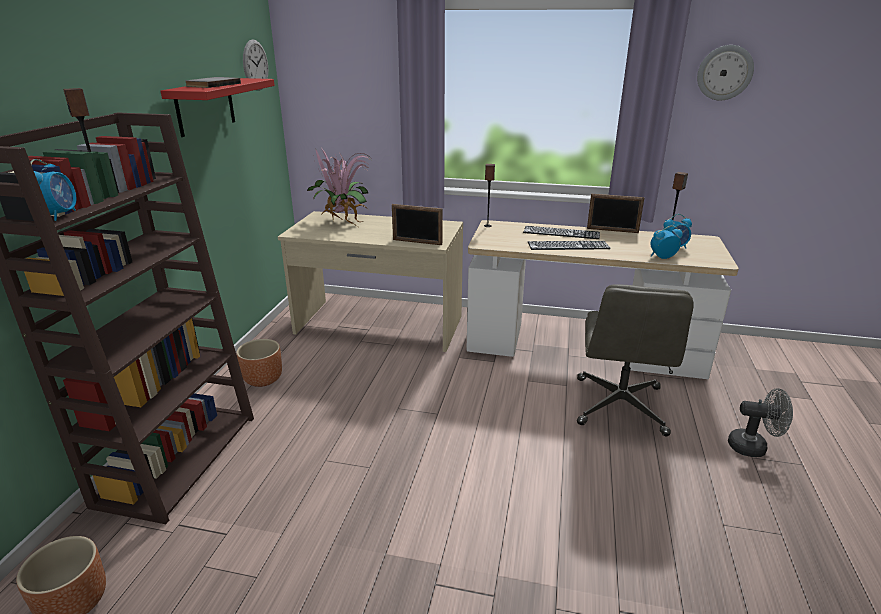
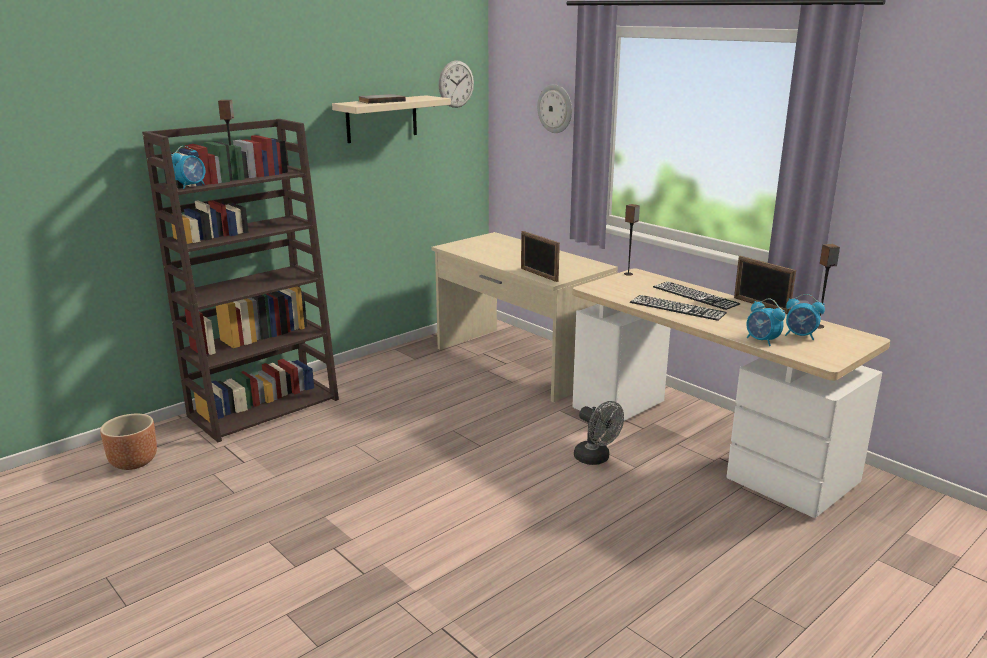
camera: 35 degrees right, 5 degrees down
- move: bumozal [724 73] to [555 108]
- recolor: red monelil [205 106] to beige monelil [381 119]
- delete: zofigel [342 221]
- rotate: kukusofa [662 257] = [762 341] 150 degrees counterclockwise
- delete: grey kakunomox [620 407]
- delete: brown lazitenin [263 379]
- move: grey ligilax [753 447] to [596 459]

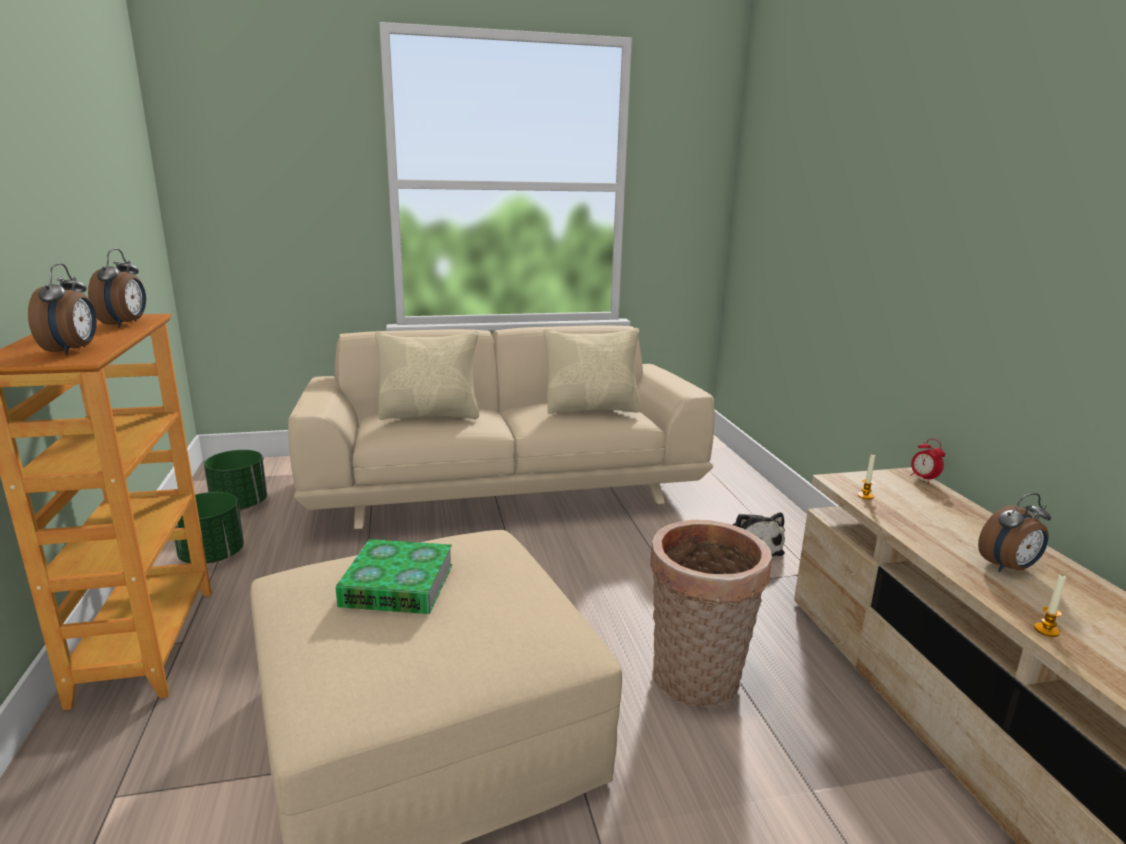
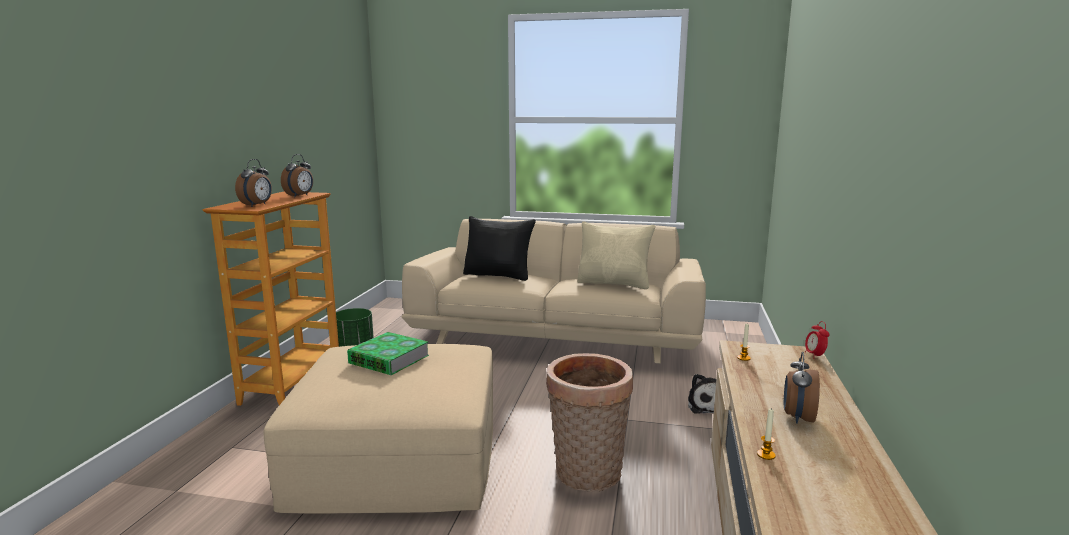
camera: 25 degrees right, 5 degrees down
- recolor: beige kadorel [430 415] to black kadorel [498 275]
- delete: green lazitenin [240 505]
- rotate: kukusofa [1009 568] = [797 417] 105 degrees clockwise

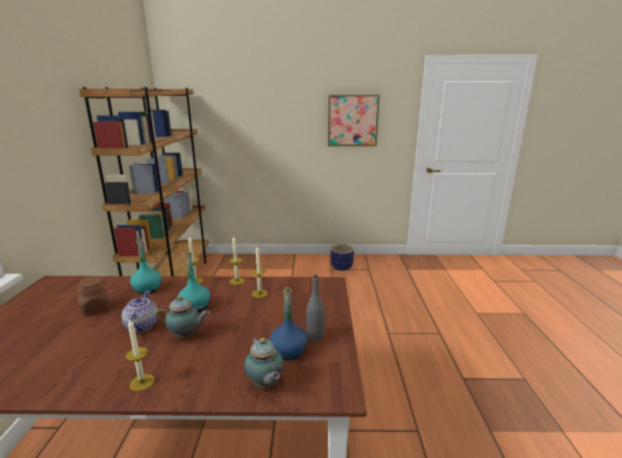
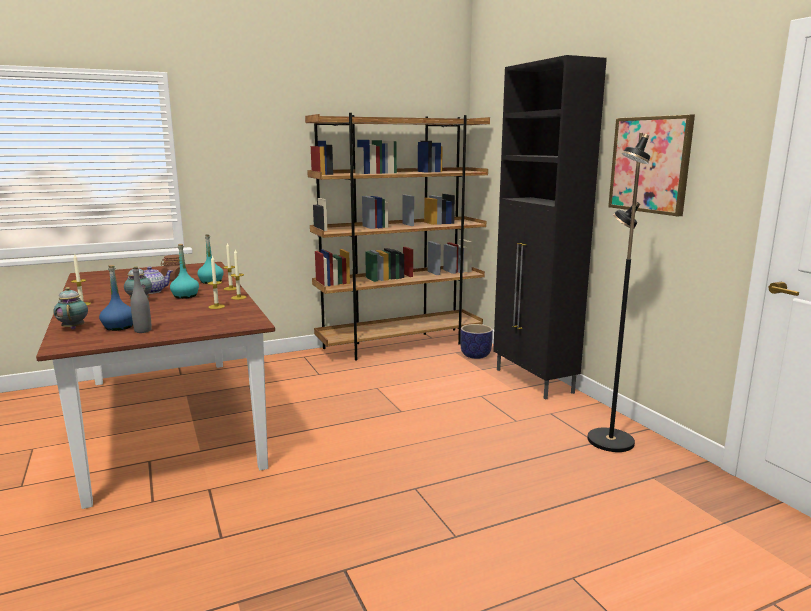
camera: 65 degrees right, 5 degrees down
- move: lazitenin [341 267] to [476 355]
- rotate: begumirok [265 385] = [74 328] 120 degrees clockwise
- insert: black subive [534 381]
- insert: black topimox [609 441]

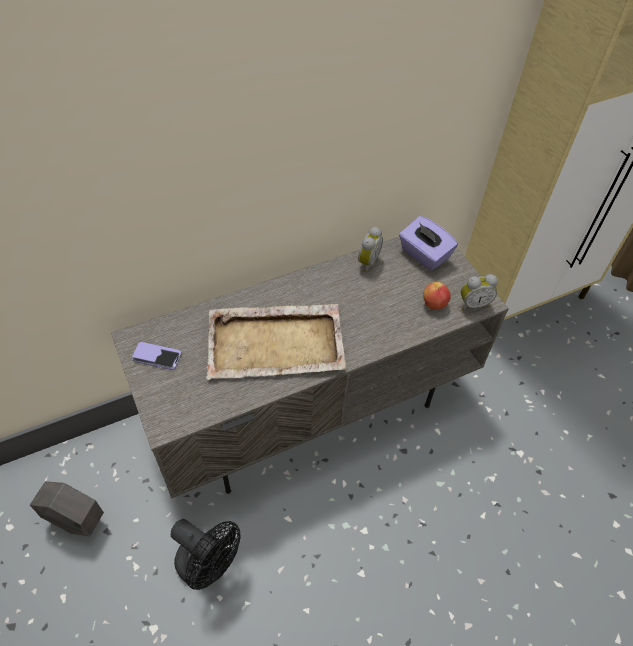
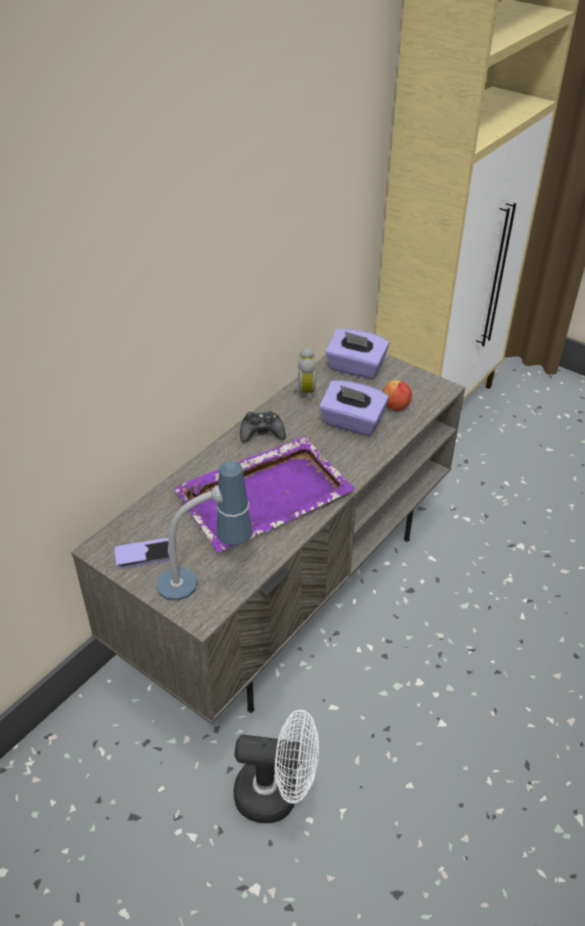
camera: 25 degrees left, 10 degrees down
- delete: kukusofa [473 304]
- recolor: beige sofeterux [277 344] to purple sofeterux [266 495]
- delete: grey lazitenin [77 521]
- recolor: black ligilax [209 566] to white ligilax [277 794]
- insert: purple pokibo [352 423]
- insert: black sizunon [262 432]
- insert: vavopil [205 581]

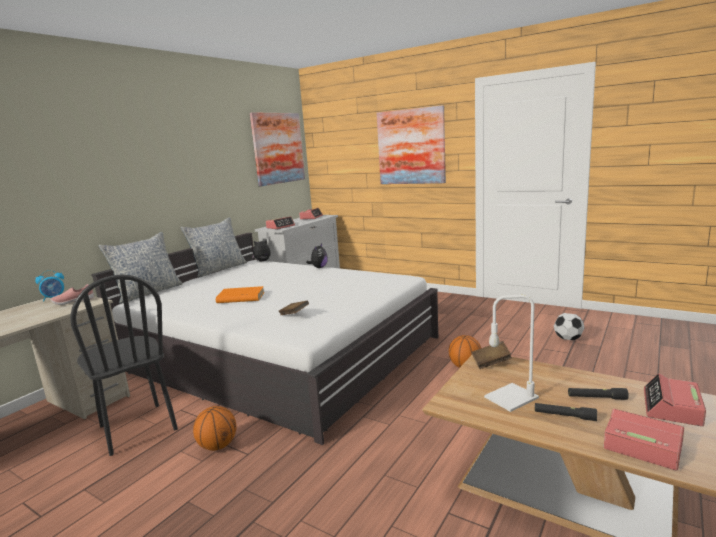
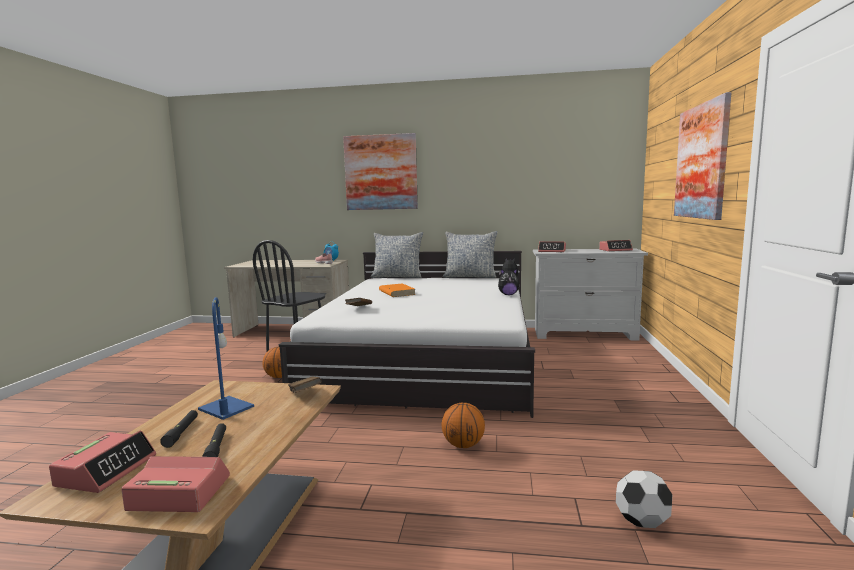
camera: 65 degrees right, 5 degrees down
- move: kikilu [278 148] to [381 172]
- recolor: white vavopil [511 397] to blue vavopil [227 408]

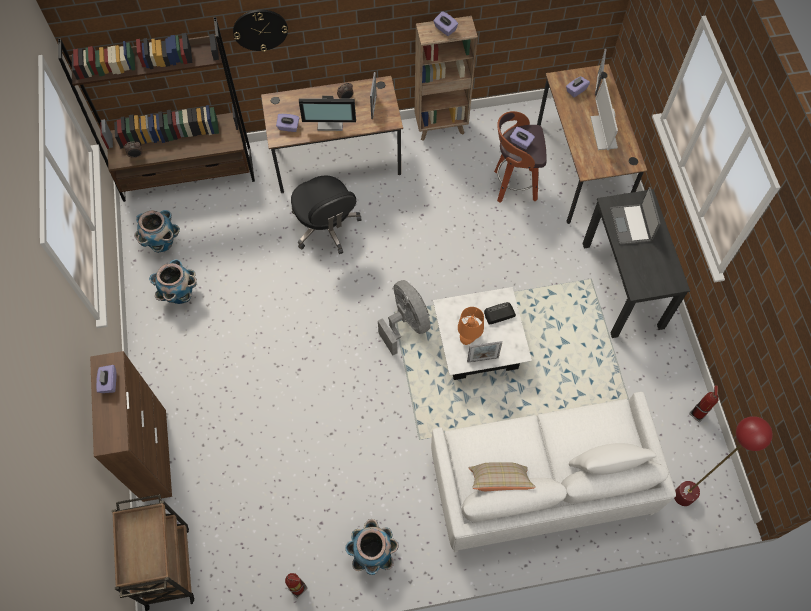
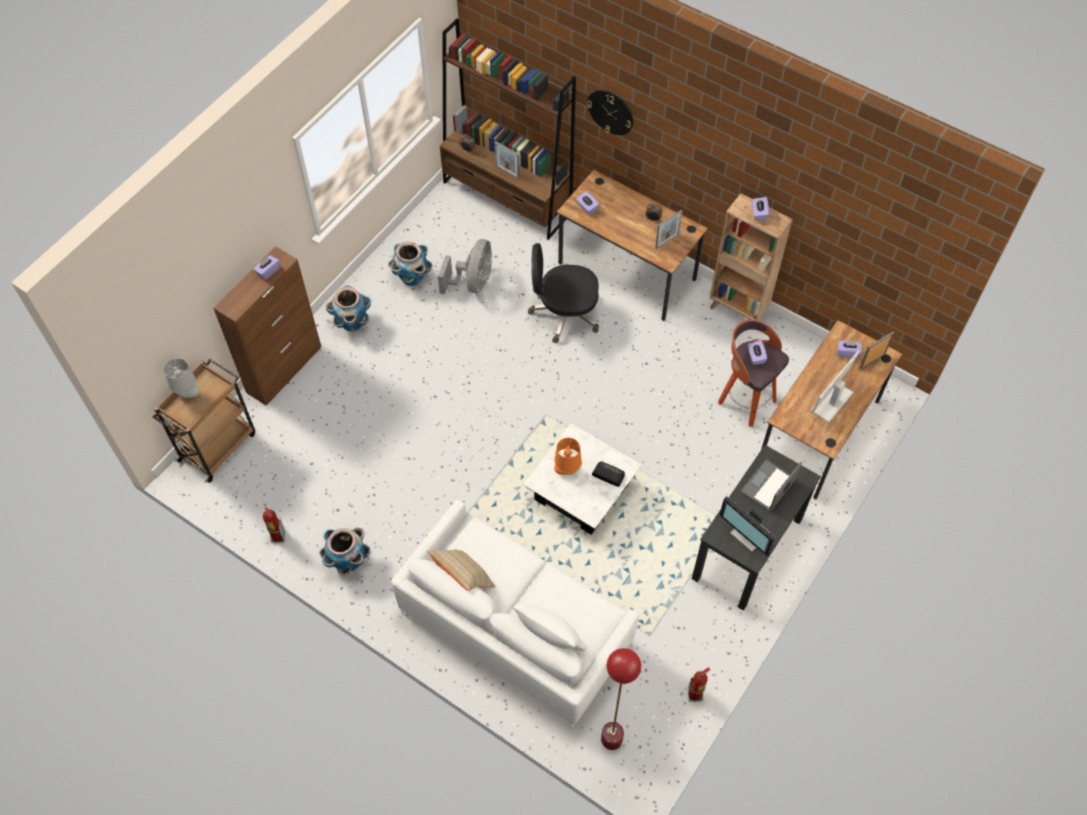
camera: 45 degrees right, 5 degrees down
- move: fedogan [331 122] to [749 535]
- rotate: black kakunomox [326 226] = [564 313] 75 degrees clockwise
- move: lazitenin [162 243] to [352 323]
- move: grey ligilax [406 324] to [472 282]
- move: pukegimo [482 359] to [507 171]
- insert: grey vavopil [187 394]

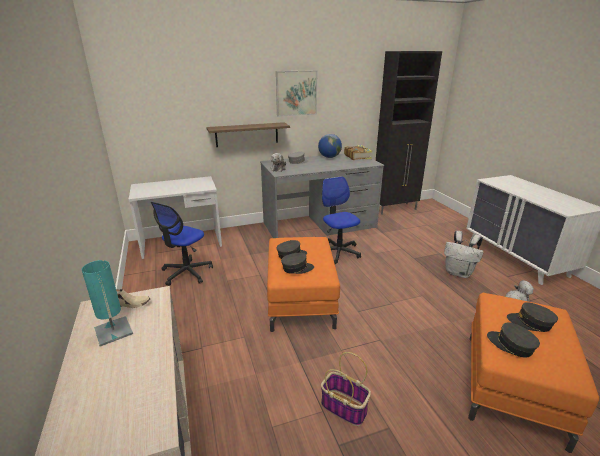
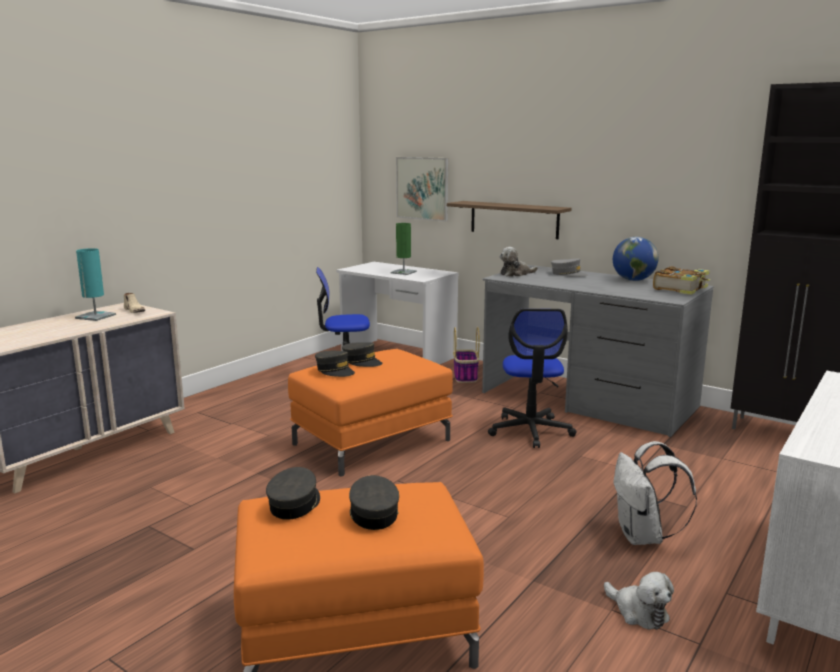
camera: 55 degrees right, 10 degrees down
- move: kikilu [296 93] to [422 188]
- rotate: kakunomox [338 252] = [530 431] 150 degrees clockwise
- move: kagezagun [345 408] to [465 377]
- insert: green vavopil [403 272]

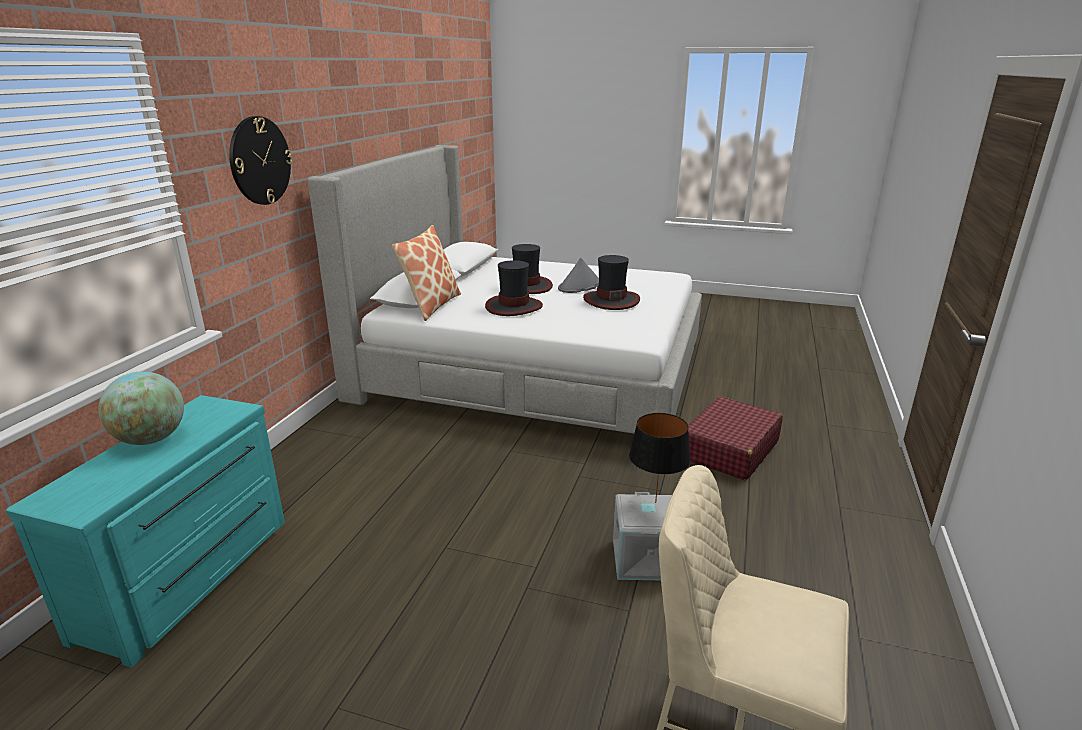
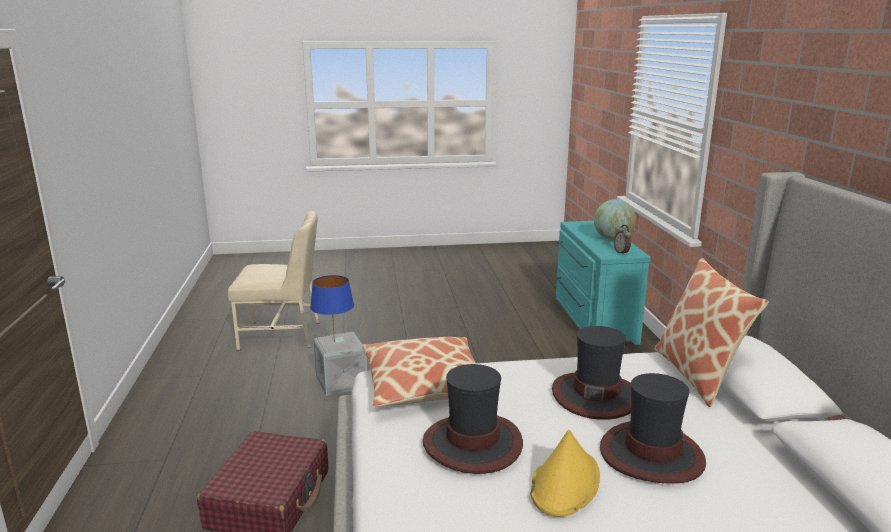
camera: 155 degrees right, 5 degrees down
- delete: bumozal [260 161]
- recolor: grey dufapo [580 286] to yellow dufapo [565 483]
- recolor: black vavopil [656 502] to blue vavopil [333 341]
- insert: kukusofa [622 252]
- insert: kadorel [424 385]

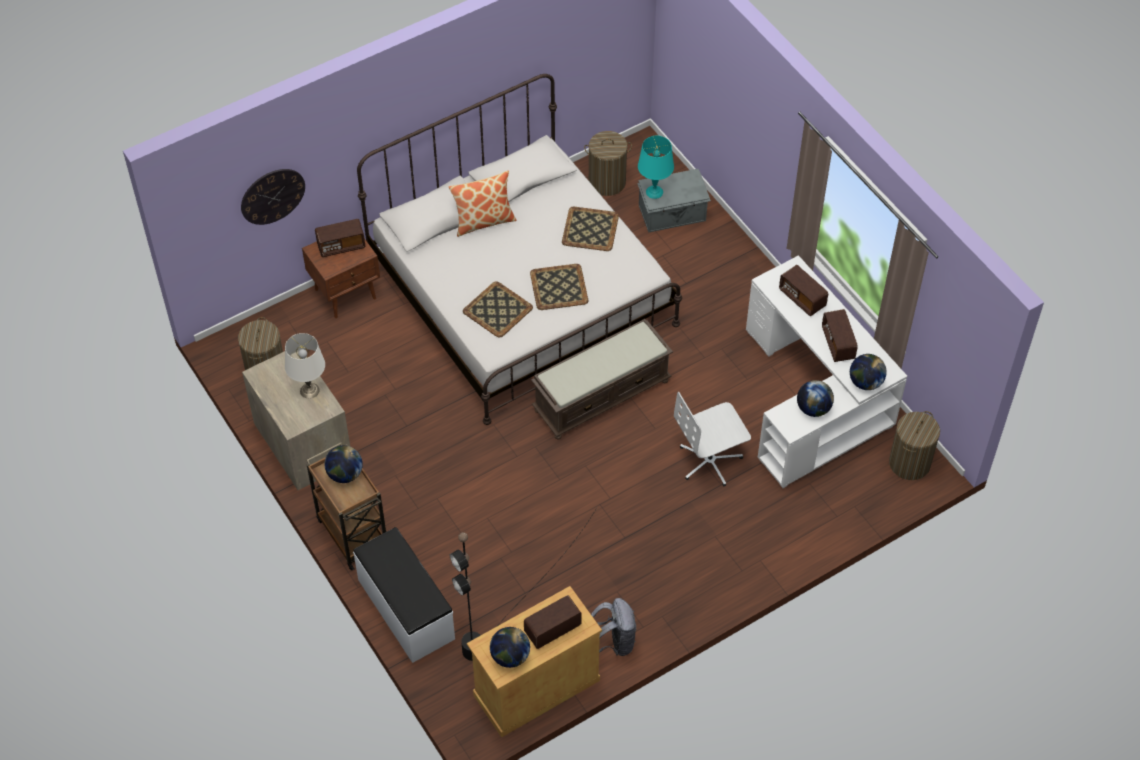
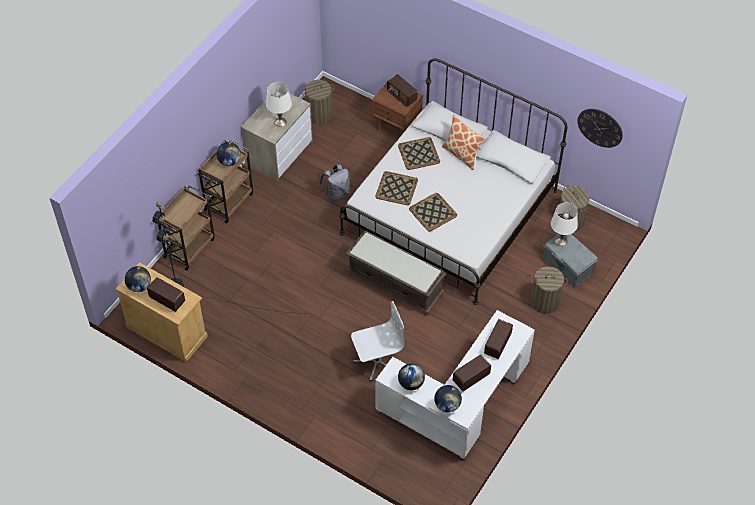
camera: 65 degrees right, 0 degrees up
- recolor: turquoise vavopil [654 192] to white vavopil [560 241]
- move: bumozal [272 196] to [600 127]
- move: sofeterux [590 229] to [419 153]
- rotate: white kakunomox [710 461] = [376 361] 120 degrees clockwise
- move: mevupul [909 463] to [544 302]
- replace: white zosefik [405 609] to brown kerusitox [190 247]
- move: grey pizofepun [614 642] to [336 194]

